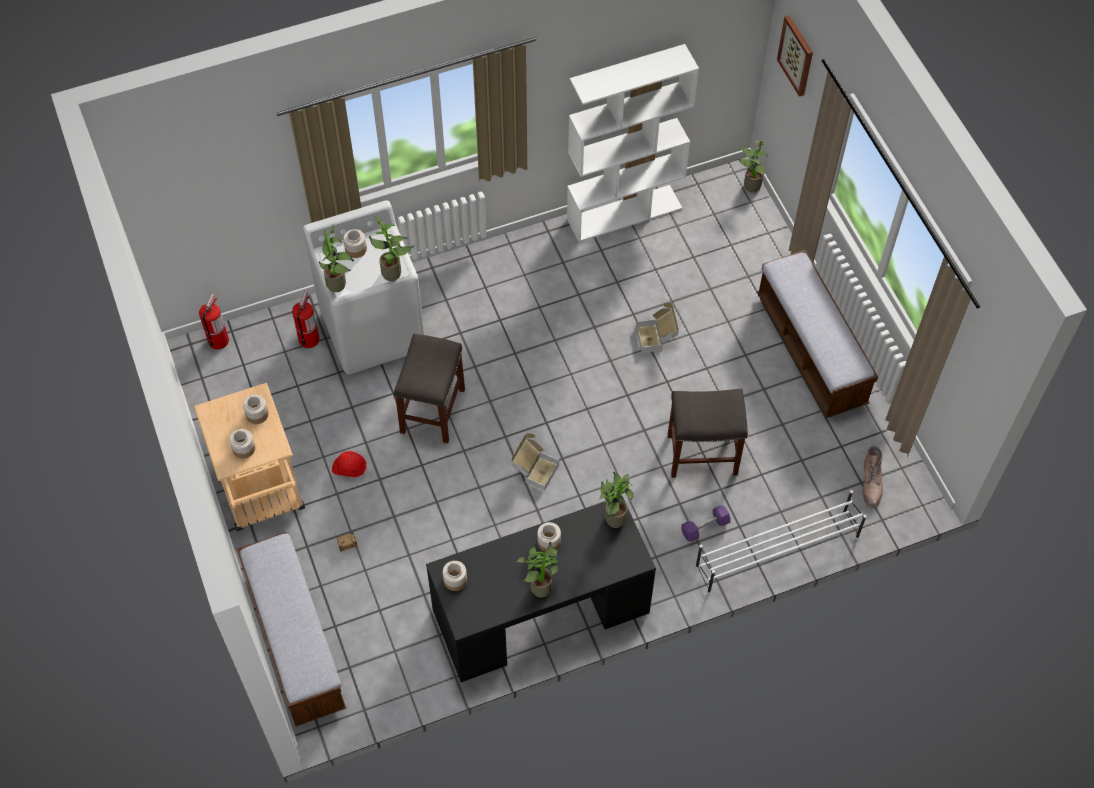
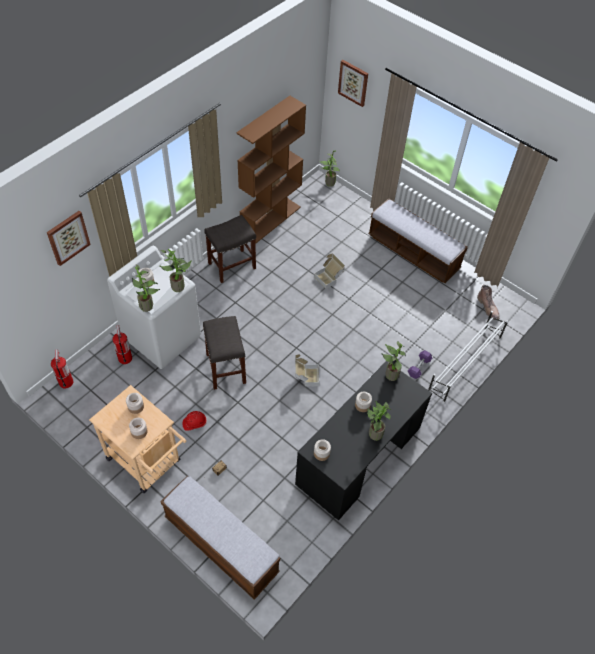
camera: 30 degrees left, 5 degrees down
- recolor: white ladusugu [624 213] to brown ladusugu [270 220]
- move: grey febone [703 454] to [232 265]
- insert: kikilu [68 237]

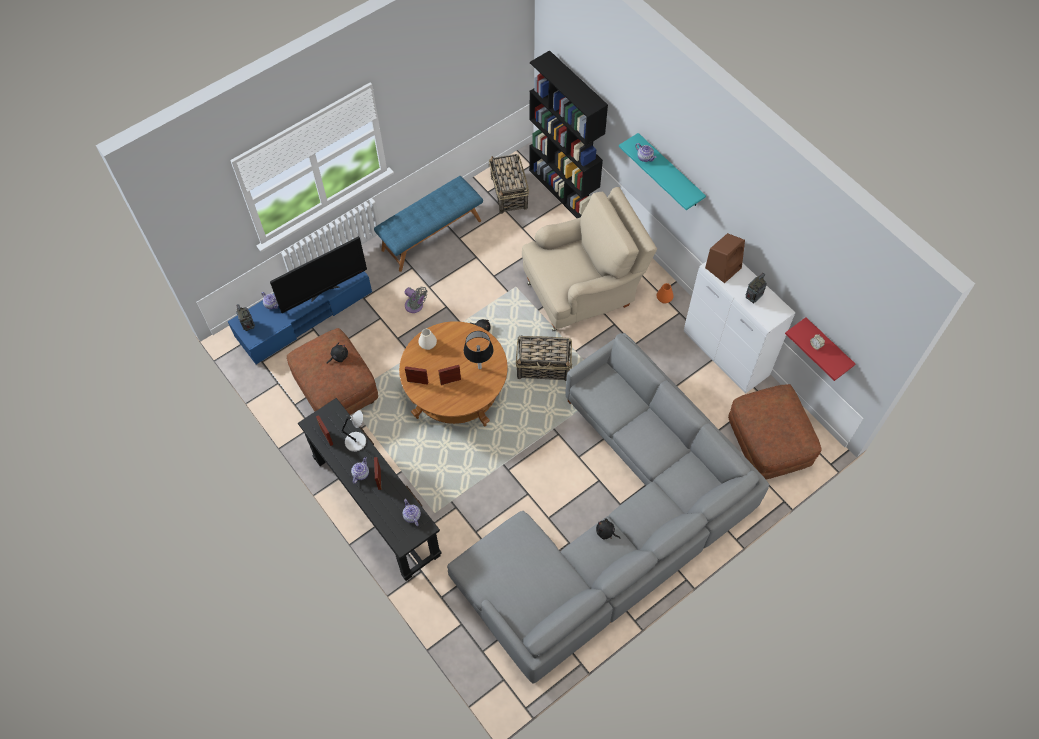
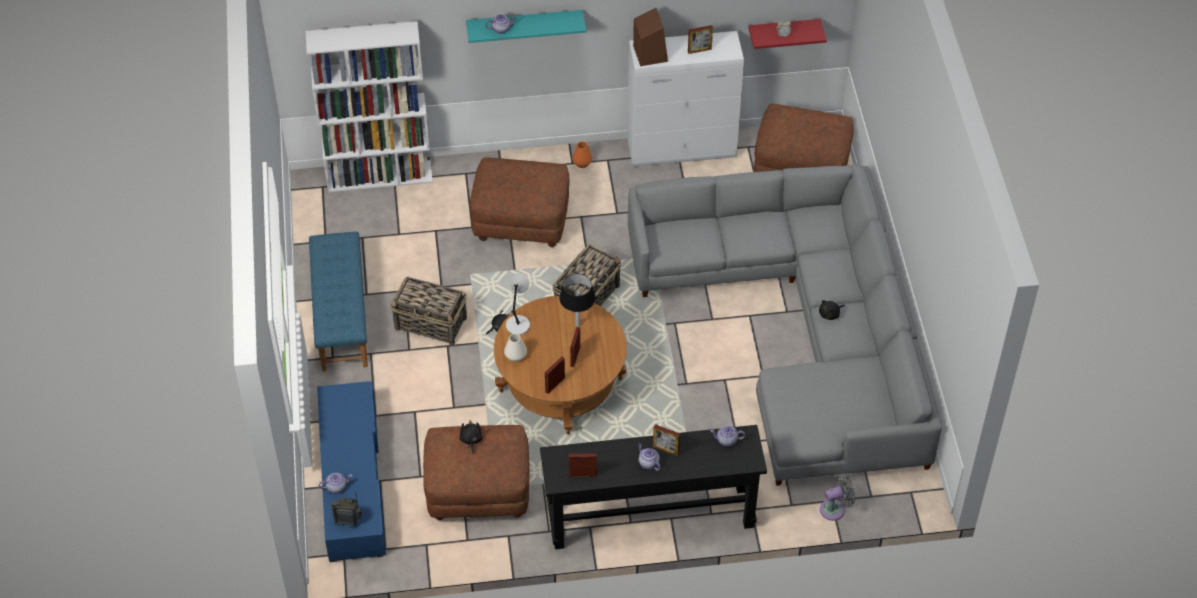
camera: 60 degrees left, 10 degrees down
- recolor: black ladusugu [564 190] to white ladusugu [380 176]
- move: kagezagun [509 193] to [431 324]
- replace: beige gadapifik [583 291] to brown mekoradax [521 222]
- delete: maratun [324 292]
- replace: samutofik [753 298] to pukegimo [699 50]
- move: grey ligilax [415 306] to [835 509]
- move: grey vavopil [357 441] to [518 324]

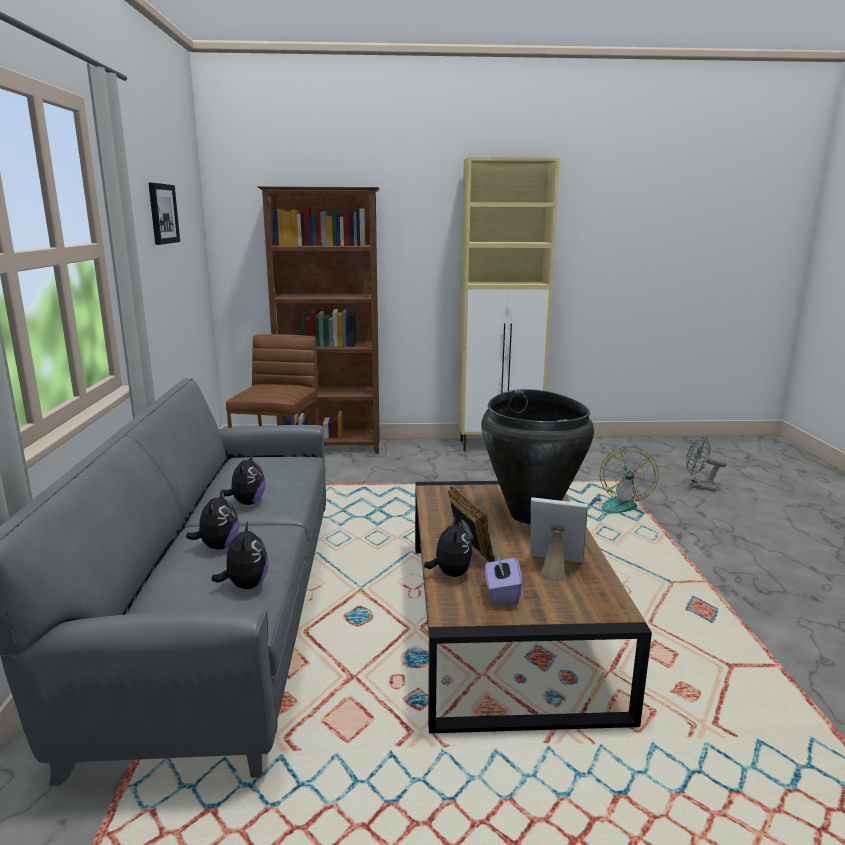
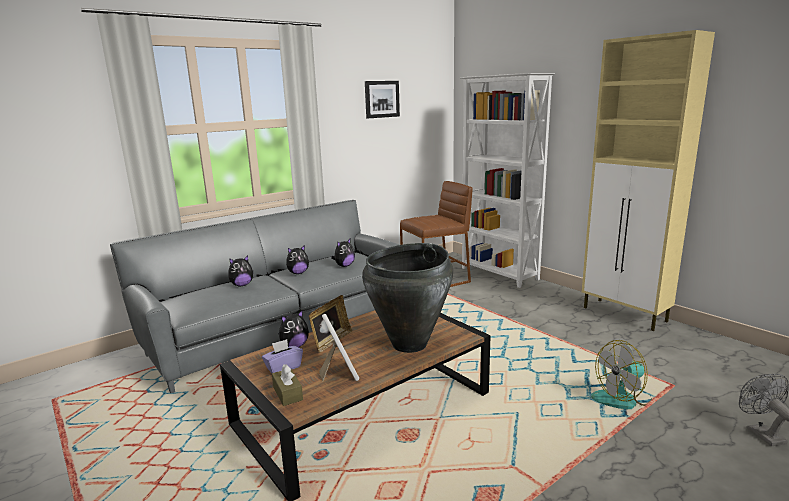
camera: 55 degrees right, 0 degrees up
- recolor: brown ladusugu [331 447] to white ladusugu [499 274]
- move: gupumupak [245 585] to [344 266]
- insert: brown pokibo [287 393]

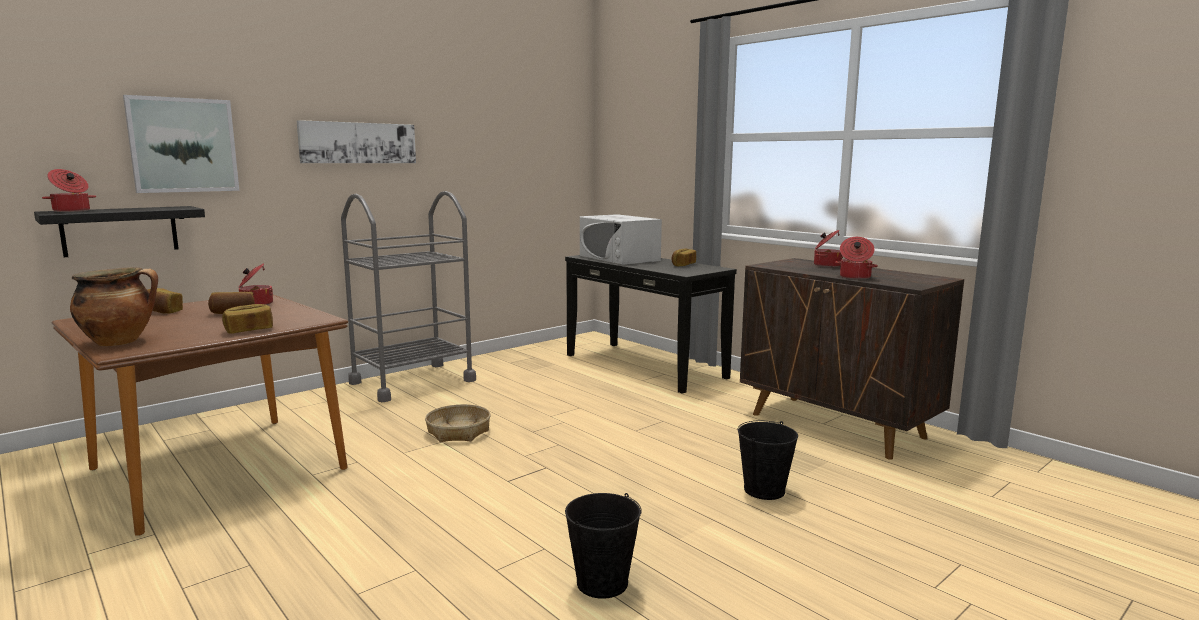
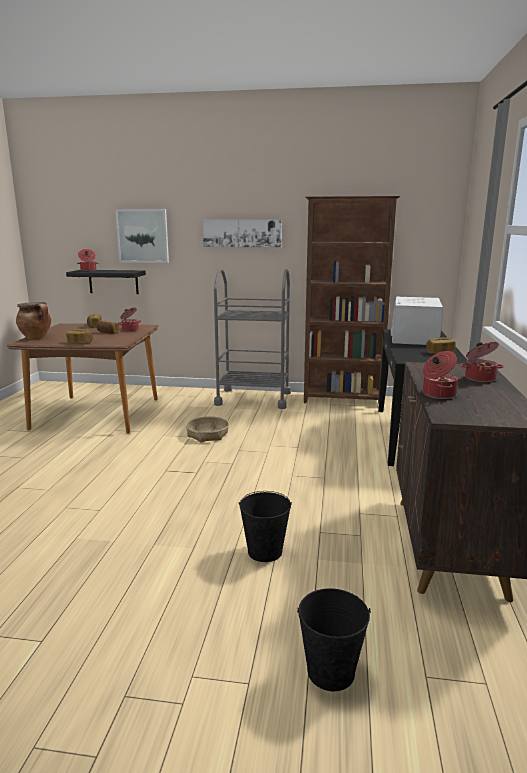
camera: 50 degrees right, 5 degrees up
- move: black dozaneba [601 582] to [330 671]
- insert: brown ladusugu [343 400]

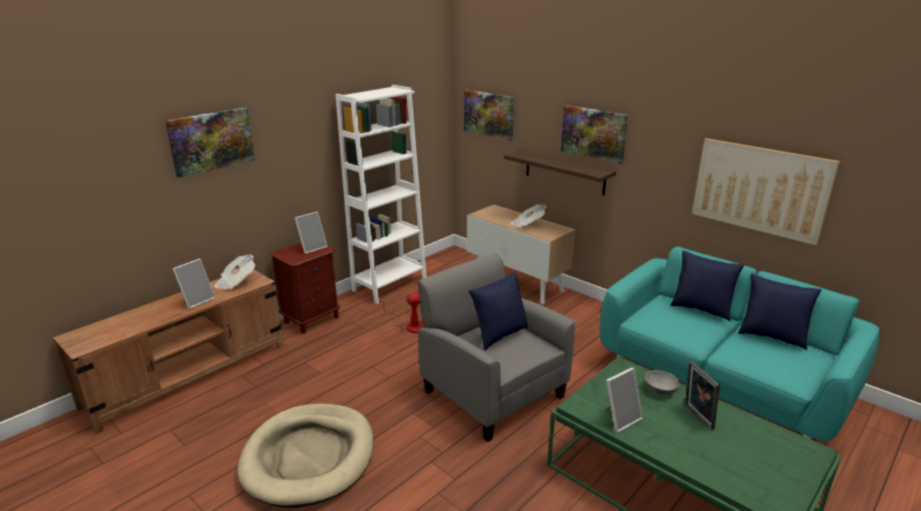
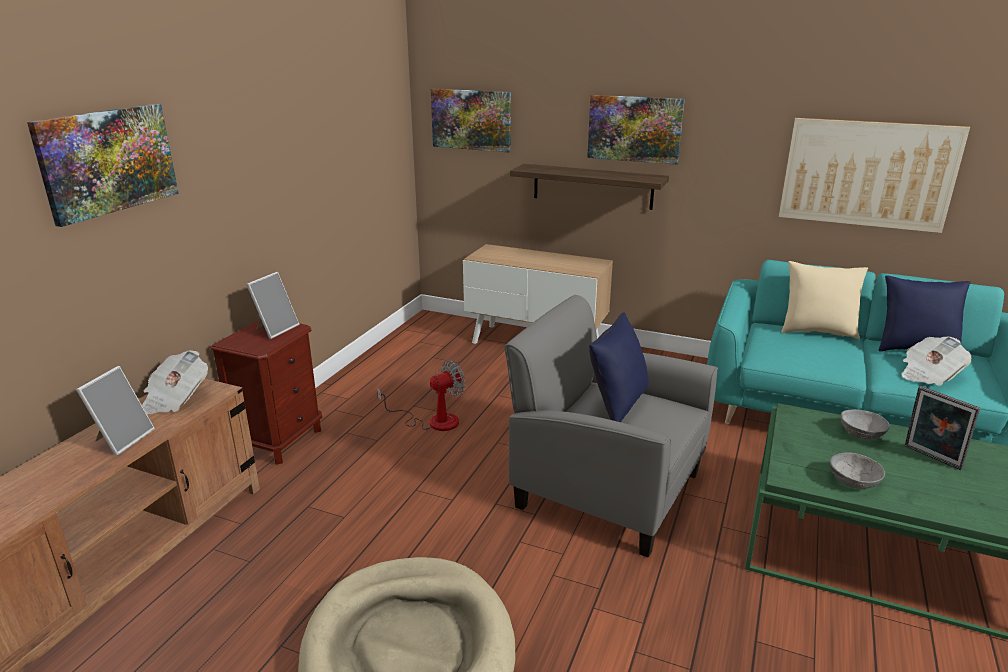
camera: 20 degrees left, 0 degrees up
- delete: white ladusugu [389 285]
- move: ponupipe [527 224] to [929 375]
- recolor: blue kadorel [701 309] to beige kadorel [817 332]
- replace: pukegimo [620 418] to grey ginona [852 481]

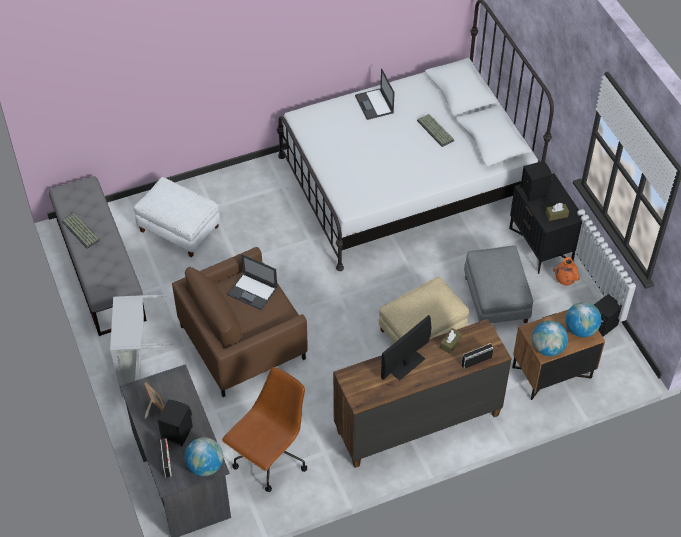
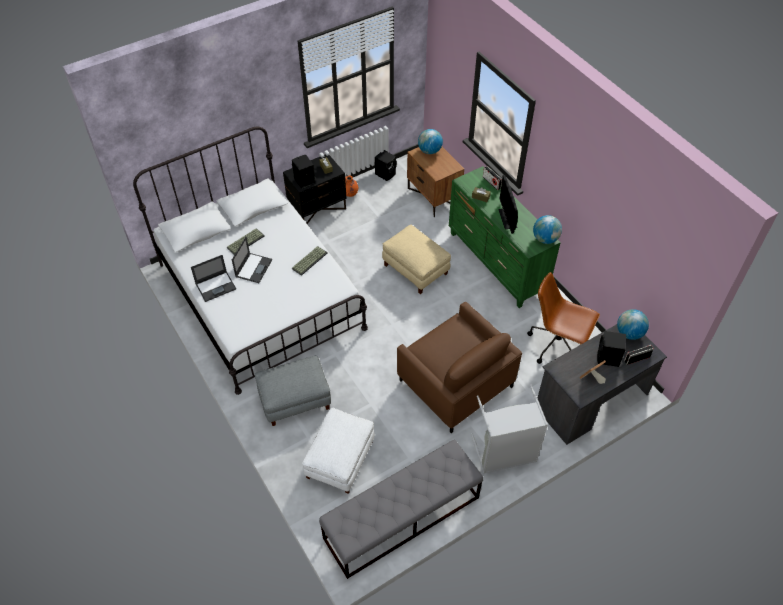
camera: 100 degrees left, 0 degrees up
- move: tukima [82 231] to [309 260]
- move: grey mekoradax [496 299] to [295 399]
- move: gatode [253 291] to [254 268]
- rotate: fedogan [406 364] = [507 218] 45 degrees clockwise
- recolor: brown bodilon [416 422] to green bodilon [496 263]
- move: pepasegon [547 348] to [545 239]

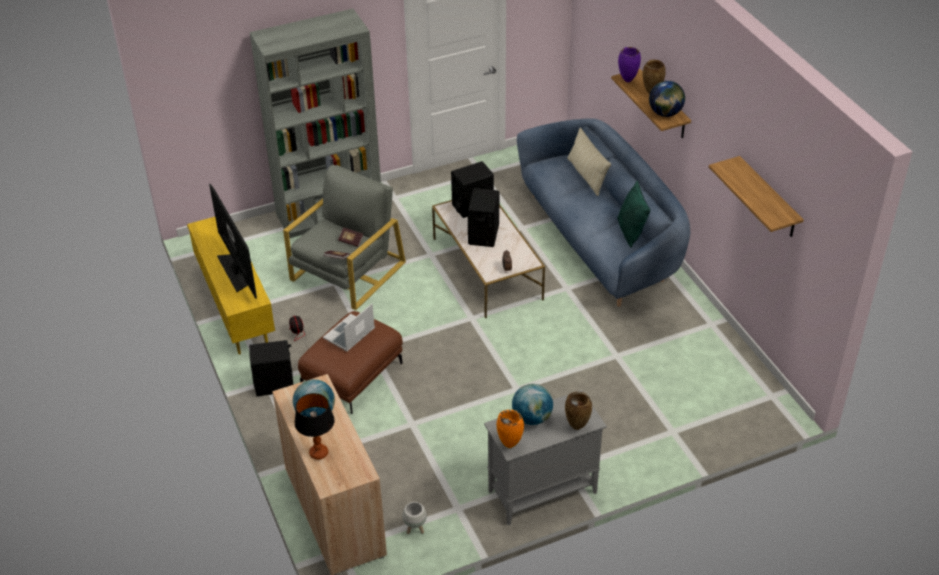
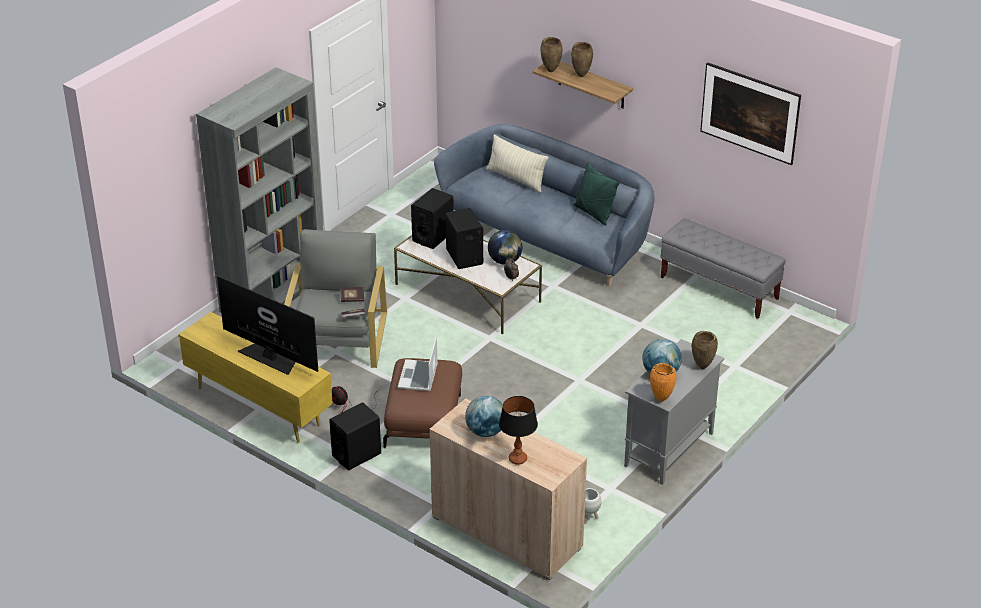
camera: 30 degrees left, 5 degrees down
- recolor: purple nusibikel [627 81] to brown nusibikel [550 71]
- move: pepasegon [665 113] to [505 261]
- replace: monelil [768 198] to kikilu [748 130]
- insert: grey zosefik [719 288]

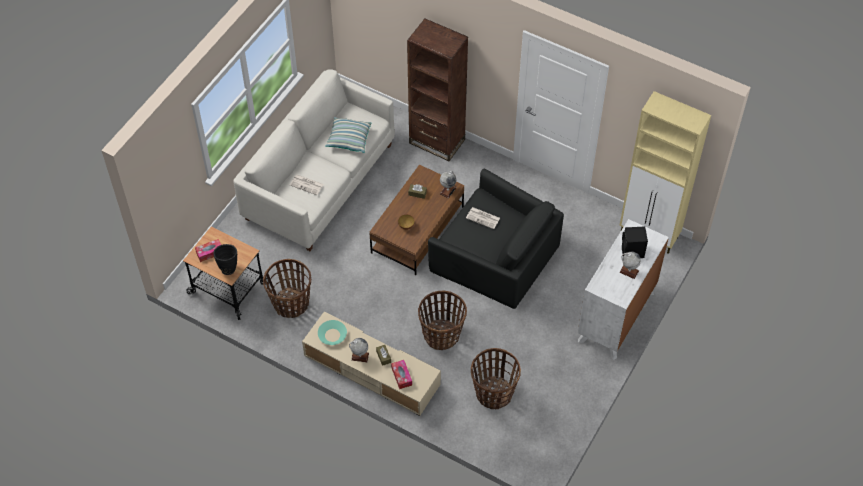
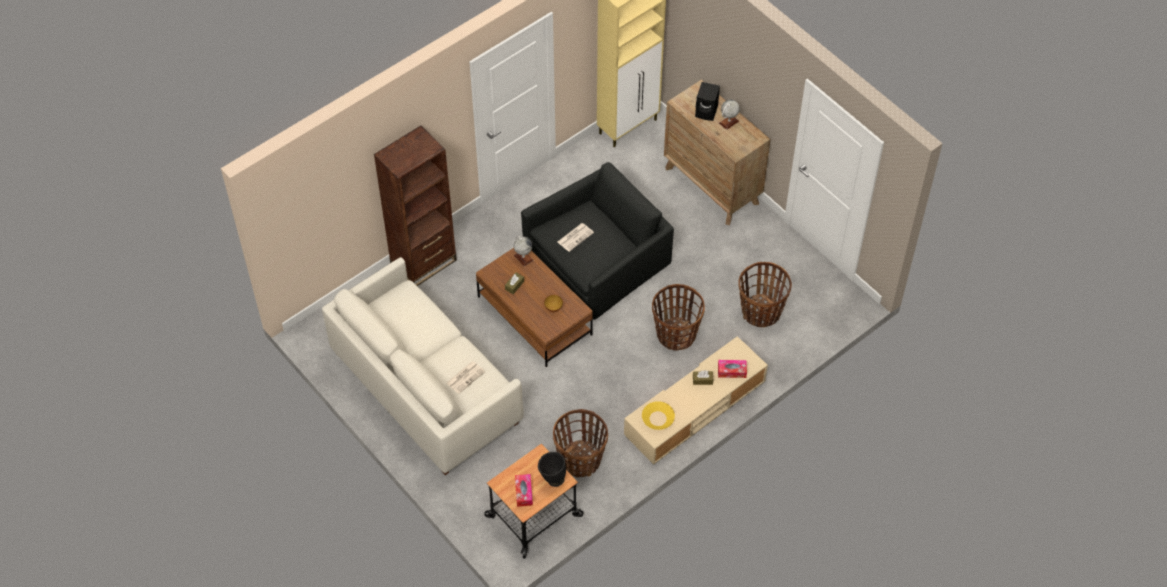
camera: 70 degrees left, 0 degrees up
- delete: kadorel [349 139]
- recolor: white bodilon [616 317] to brown bodilon [712 185]
- recolor: turquoise ginona [332 335] to yellow ginona [658 418]
- delete: pepasegon [360 356]

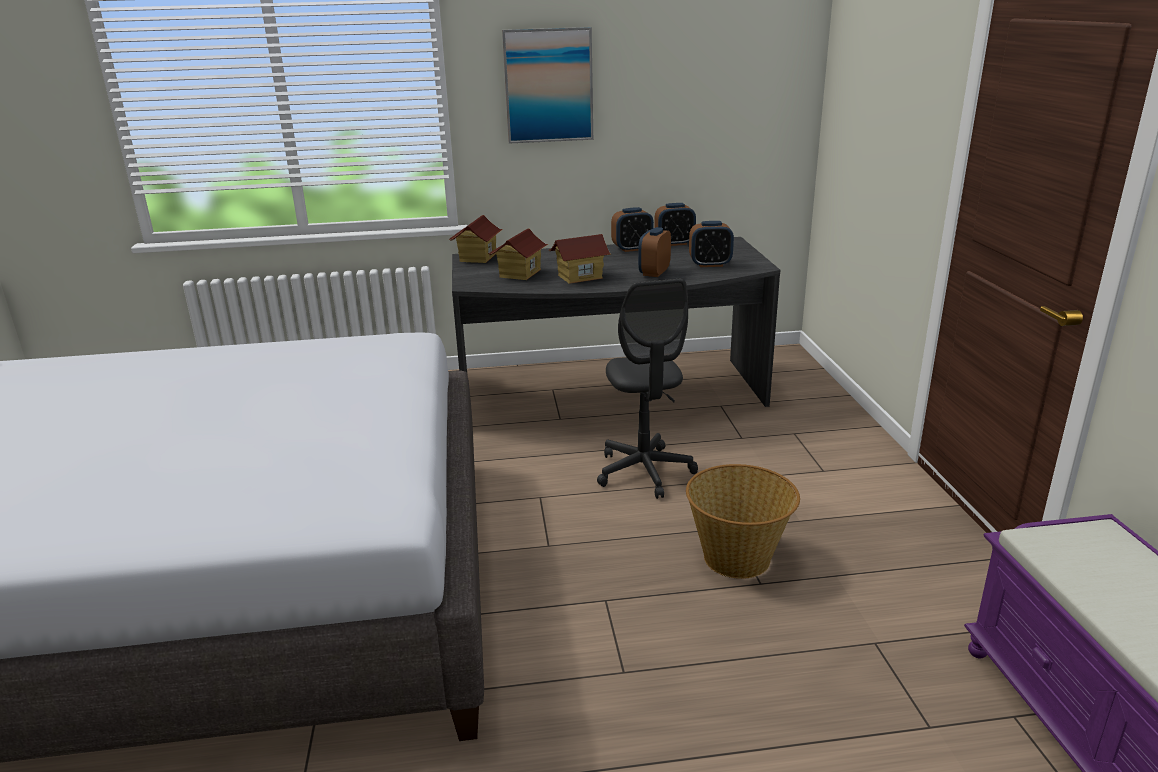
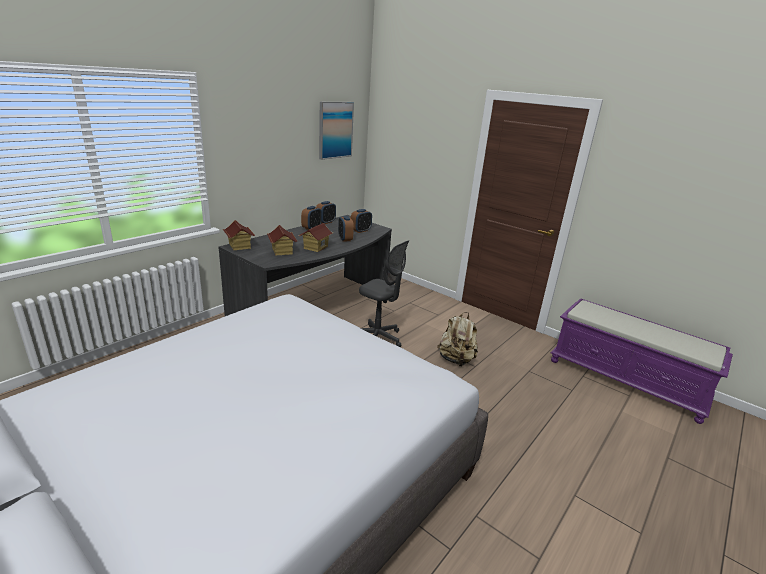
camera: 45 degrees left, 0 degrees up
- move: kikilu [548 85] to [335 130]
- replace: kagezagun [738 557] to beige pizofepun [456 360]

